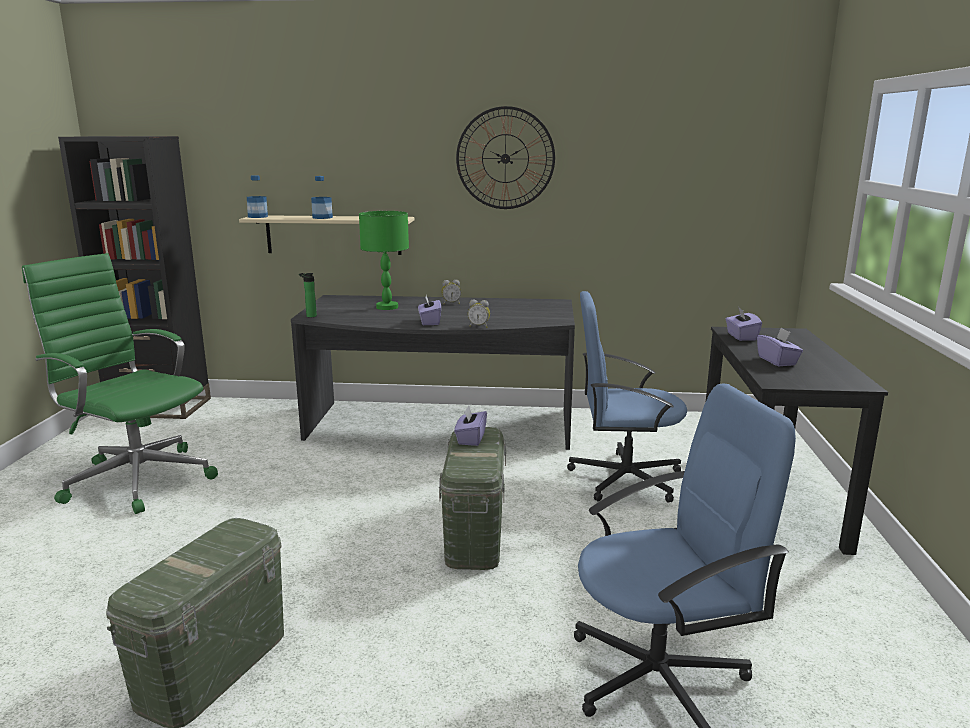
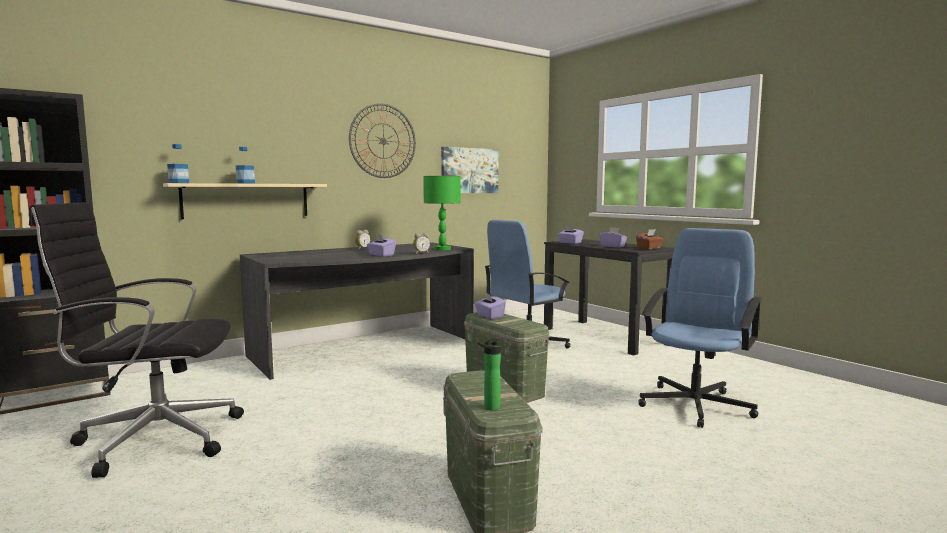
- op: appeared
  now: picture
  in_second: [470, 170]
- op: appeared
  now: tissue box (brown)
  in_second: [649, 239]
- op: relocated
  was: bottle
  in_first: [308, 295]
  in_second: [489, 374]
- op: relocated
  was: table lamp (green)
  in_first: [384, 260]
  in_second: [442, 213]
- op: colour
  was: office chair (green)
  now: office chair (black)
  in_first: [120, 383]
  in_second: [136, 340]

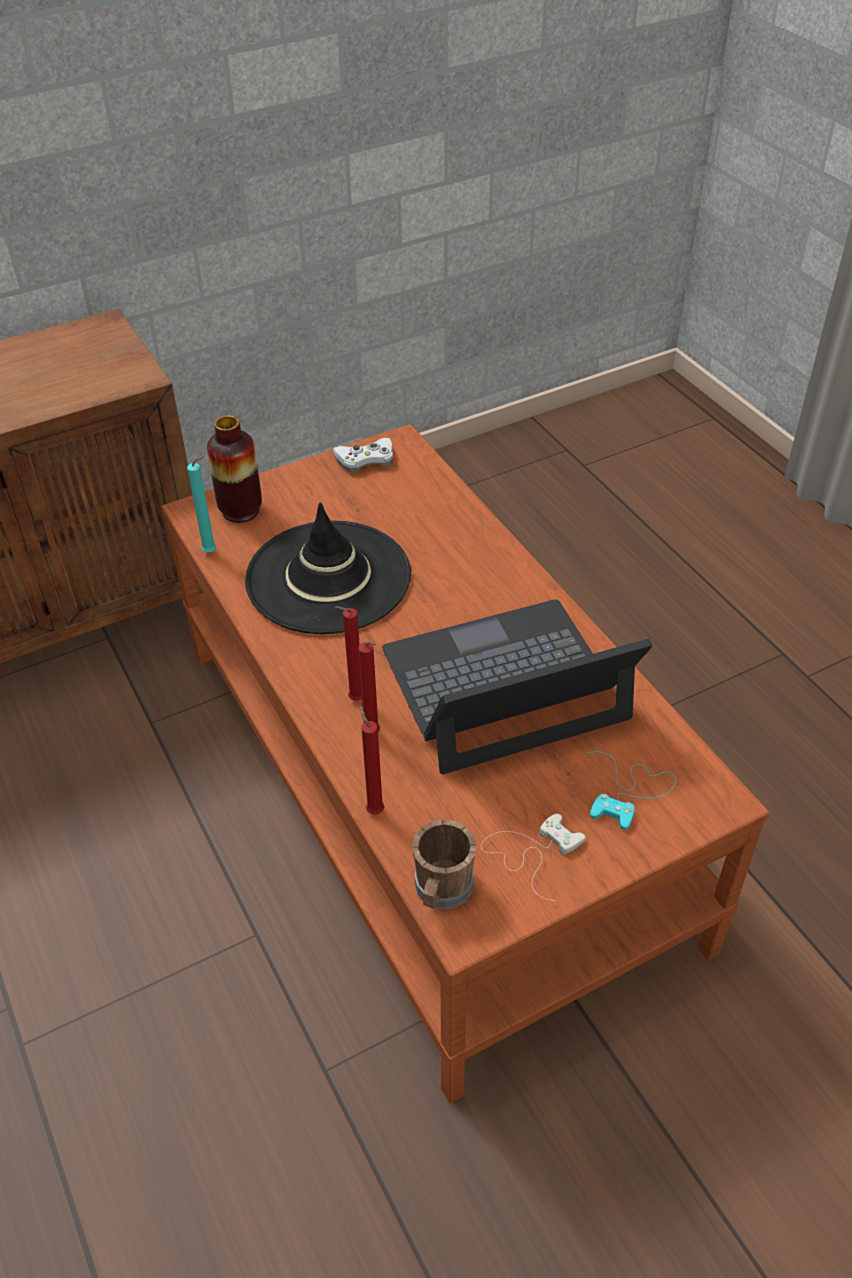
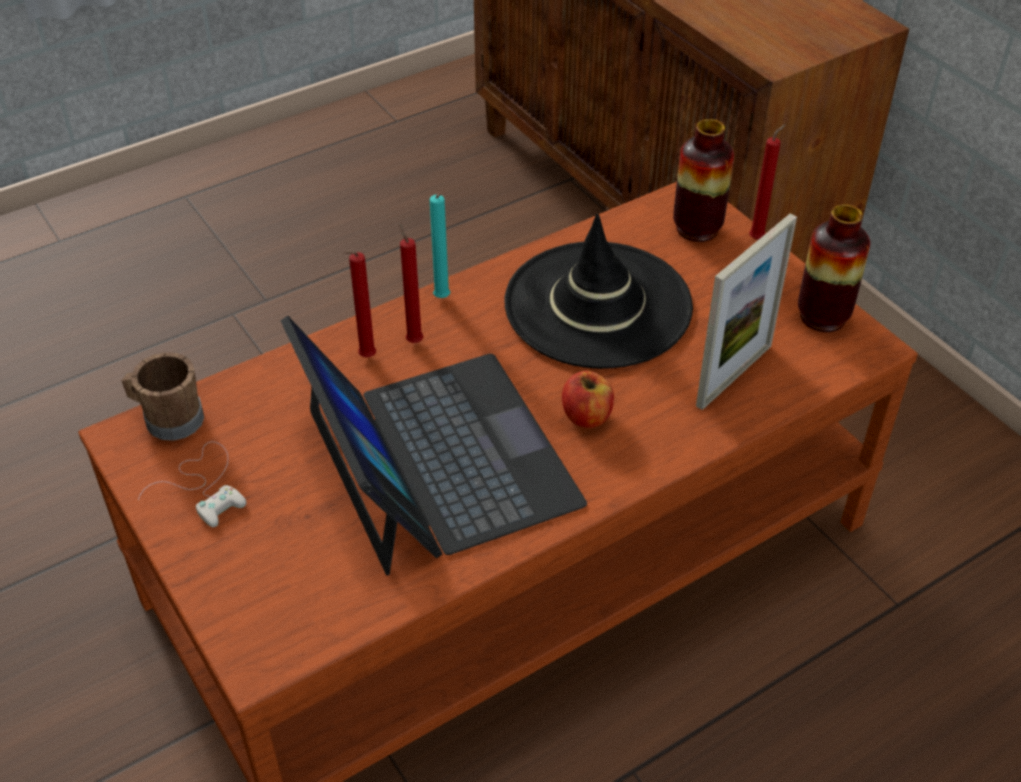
- op: missing
  was: game controller (turquoise)
  in_first: [632, 790]
- op: appeared
  now: apple
  in_second: [588, 399]
- op: appeared
  now: picture frame
  in_second: [746, 311]
- op: relocated
  was: candle (turquoise)
  in_first: [201, 504]
  in_second: [439, 246]
- op: relocated
  was: candle (red)
  in_first: [371, 760]
  in_second: [767, 182]
- op: exchanged
  was: game controller (white)
  now: vase
  in_first: [363, 455]
  in_second: [834, 268]

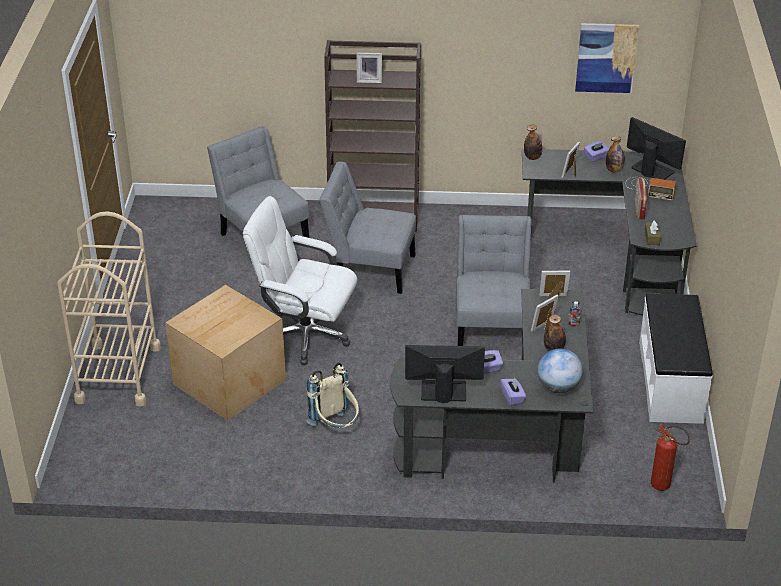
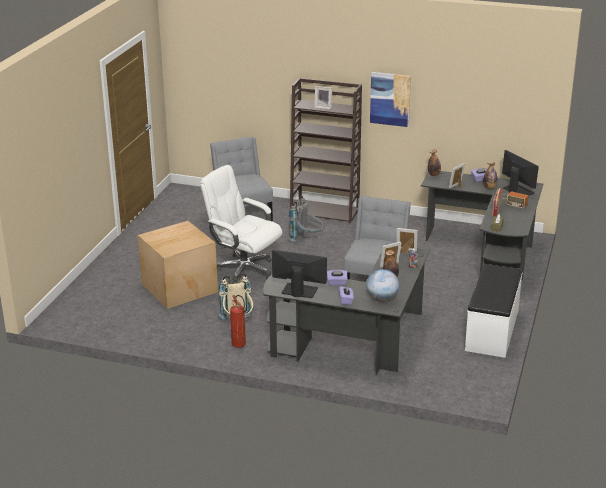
- op: missing
  was: cart (beige)
  in_first: [109, 308]
- op: relocated
  was: picture
  in_first: [607, 58]
  in_second: [390, 99]
- op: relocated
  was: fire extinguisher
  in_first: [670, 457]
  in_second: [238, 321]
- op: exchanged
  was: chair (grey)
  now: backpack (grey)
  in_first: [367, 228]
  in_second: [306, 219]

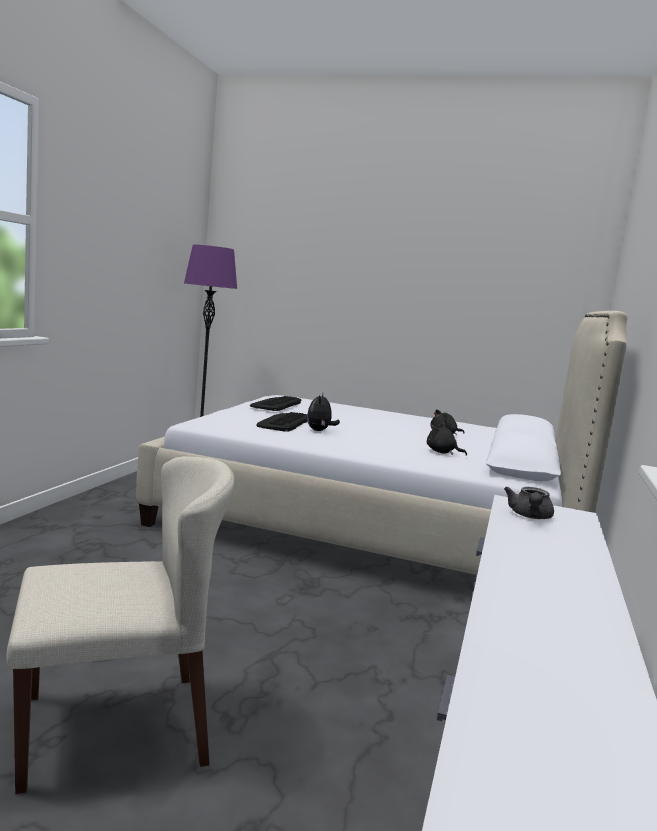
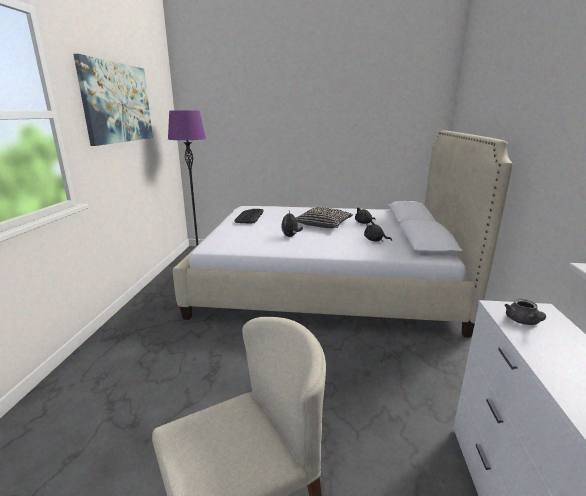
- op: missing
  was: keyboard
  in_first: [281, 422]
- op: appeared
  now: picture
  in_second: [113, 100]
- op: appeared
  now: pillow (black)
  in_second: [324, 217]

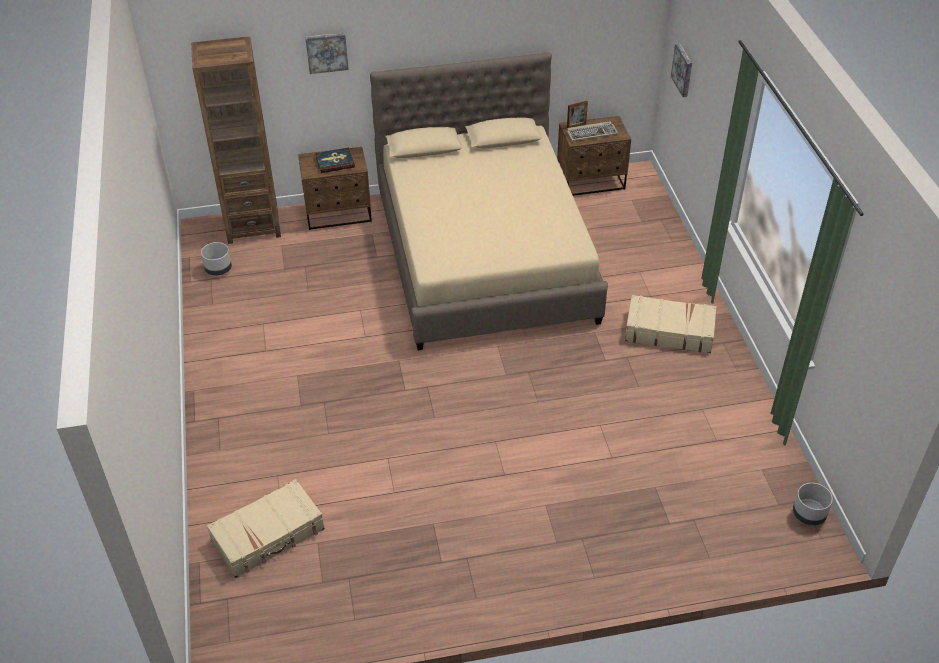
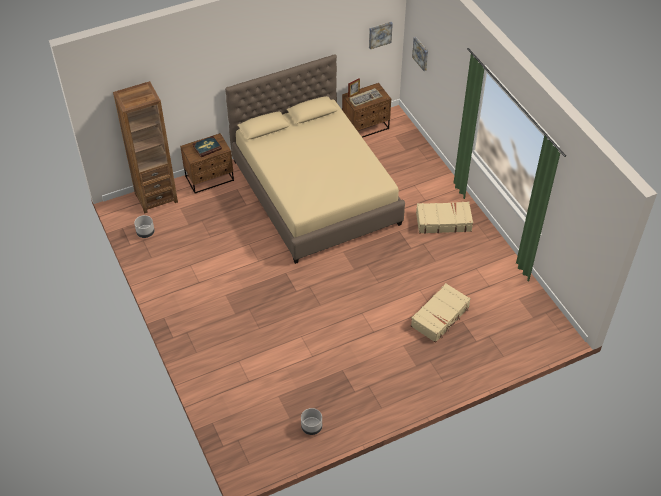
- op: relocated
  was: suitcase (beige)
  in_first: [266, 528]
  in_second: [441, 313]
- op: relocated
  was: picture
  in_first: [327, 53]
  in_second: [381, 35]
- op: relocated
  was: planter (grey)
  in_first: [813, 504]
  in_second: [311, 421]

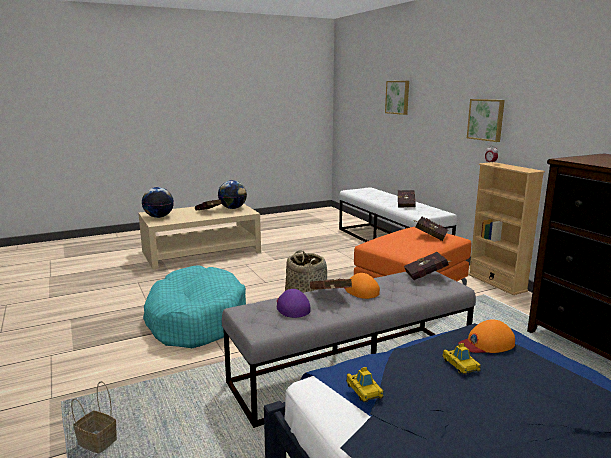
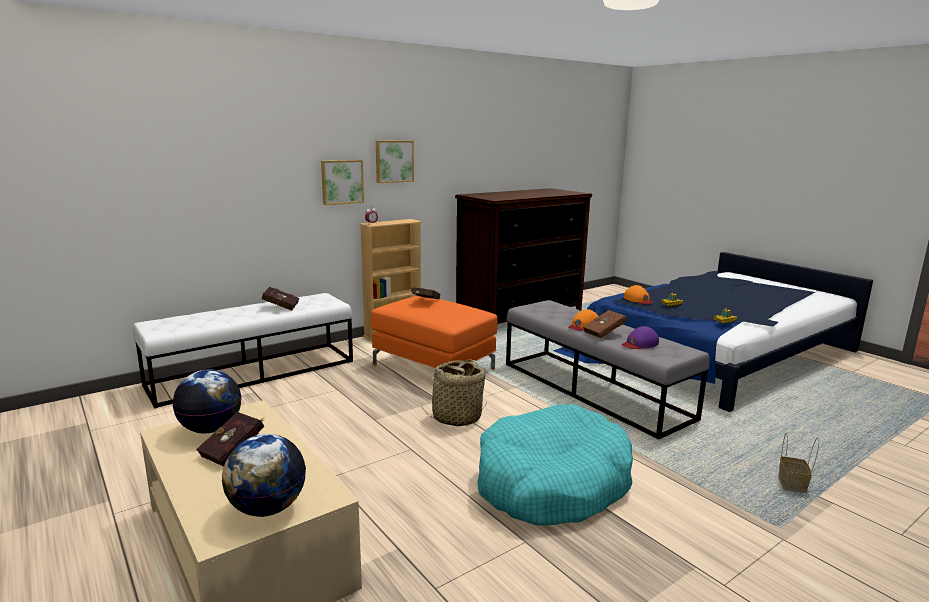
- op: missing
  was: book (red)
  in_first: [428, 266]
- op: relocated
  was: picture
  in_first: [397, 98]
  in_second: [395, 162]

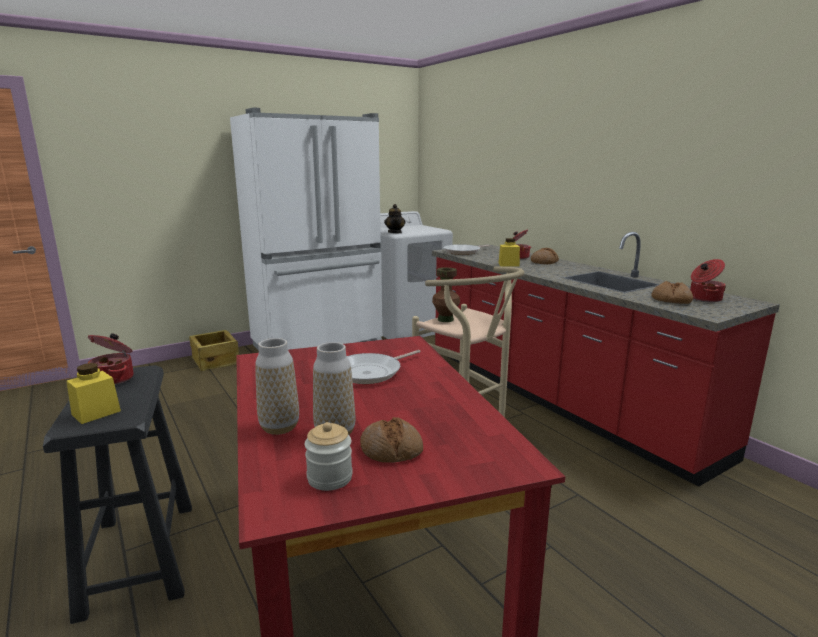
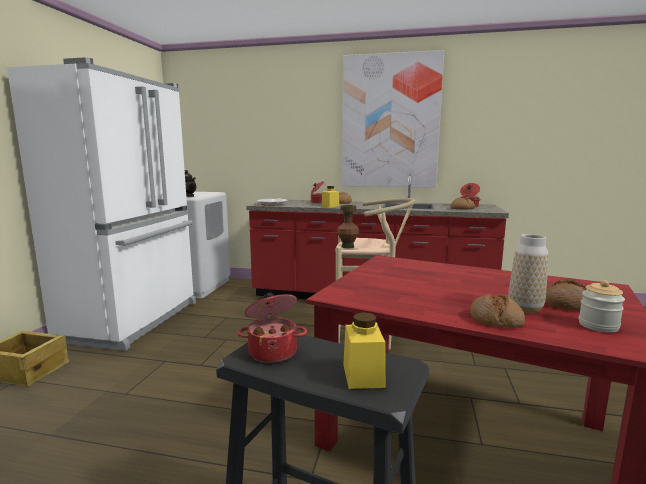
- op: missing
  was: frying pan
  in_first: [384, 367]
- op: appeared
  now: picture
  in_second: [393, 119]
- op: exchanged
  was: vase
  now: bread
  in_first: [277, 386]
  in_second: [497, 311]

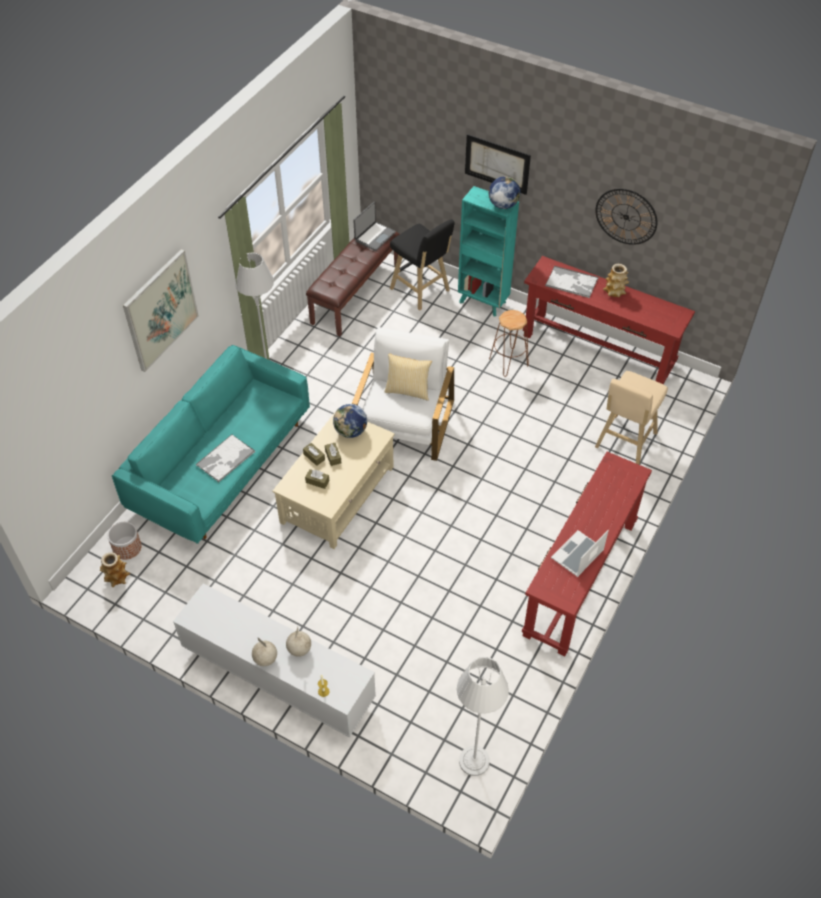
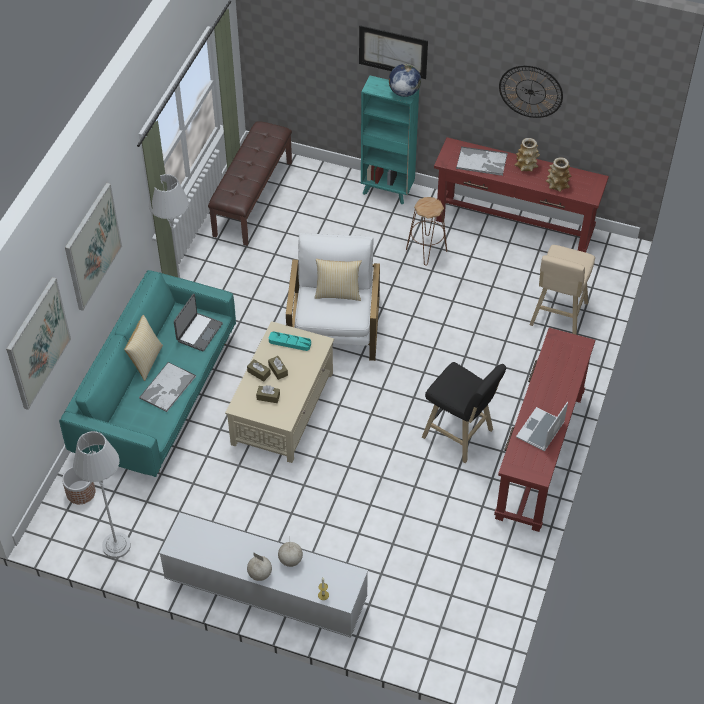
- op: appeared
  now: picture
  in_second: [38, 343]
- op: appeared
  now: pillow
  in_second: [143, 348]
- op: relocated
  was: vase
  in_first: [115, 569]
  in_second: [558, 174]
- op: relocated
  was: laptop
  in_first: [374, 226]
  in_second: [198, 322]
- op: relocated
  was: stool (black)
  in_first: [422, 265]
  in_second: [464, 412]
- op: relocated
  was: floor lamp (grey)
  in_first: [483, 716]
  in_second: [102, 494]
- op: exchanged
  was: globe
  now: tray (turquoise)
  in_first: [350, 421]
  in_second: [290, 341]

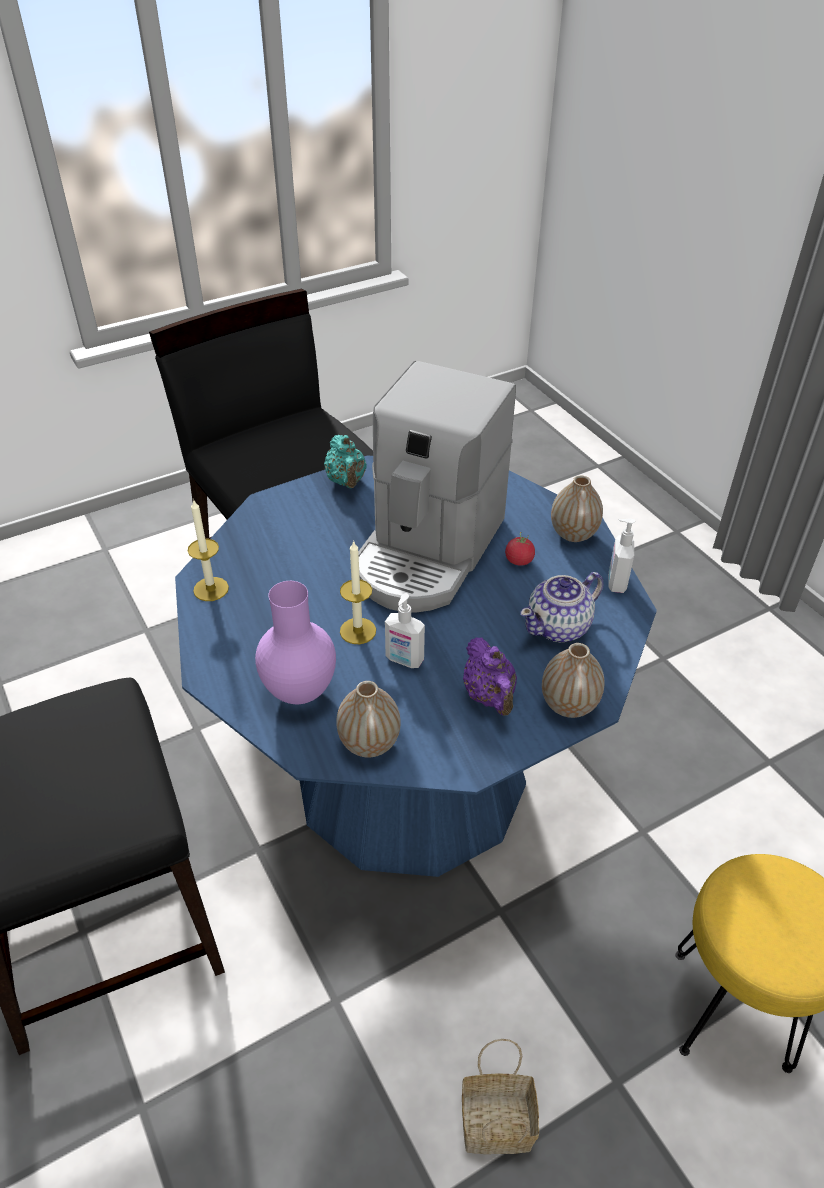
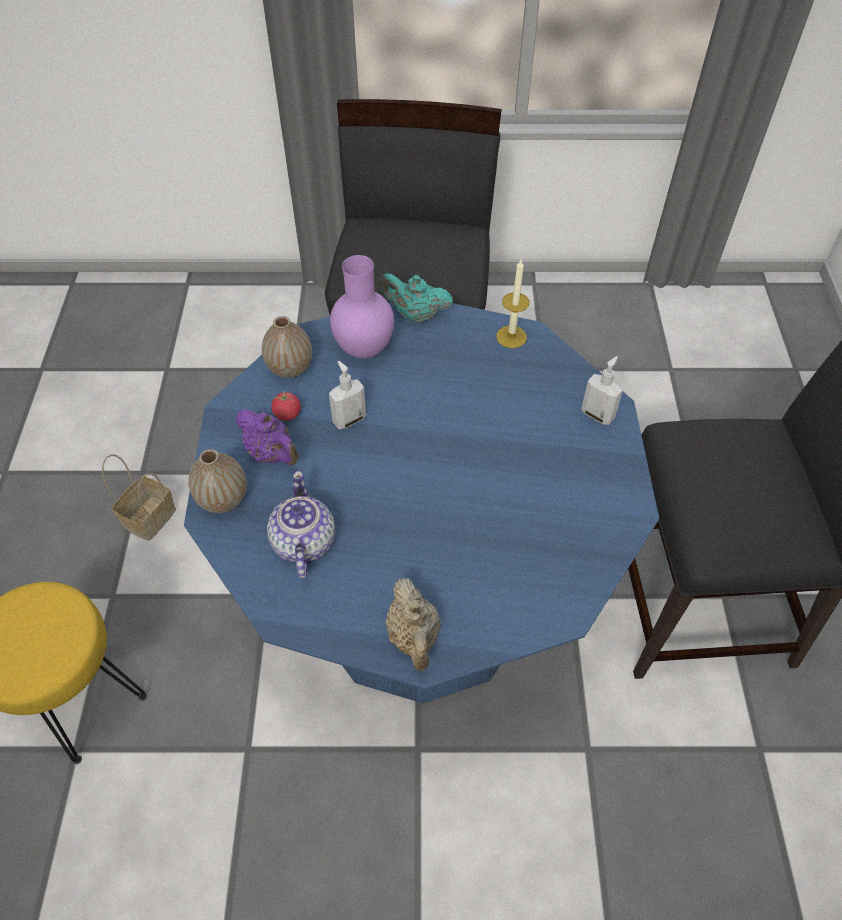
- op: missing
  was: candle
  in_first: [358, 592]
- op: missing
  was: coffee machine
  in_first: [437, 487]
- op: relocated
  was: teapot (turquoise)
  in_first: [345, 462]
  in_second: [416, 298]
- op: relocated
  was: tomato
  in_first: [520, 549]
  in_second: [286, 405]
- op: relocated
  was: soap dispenser
  in_first: [621, 556]
  in_second: [602, 390]
- op: exchanged
  was: vase
  now: teapot (beige)
  in_first: [577, 509]
  in_second: [413, 624]
- op: spun
  was: teapot (purple)
  in_first: [490, 676]
  in_second: [267, 437]
  clockwise: -150

